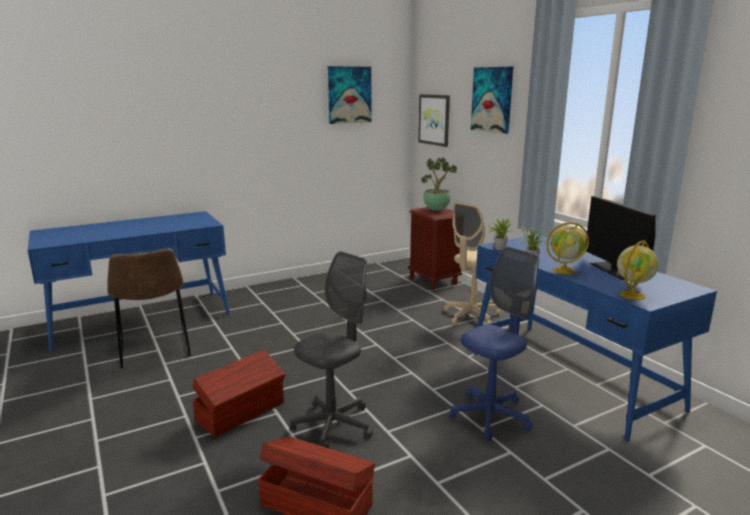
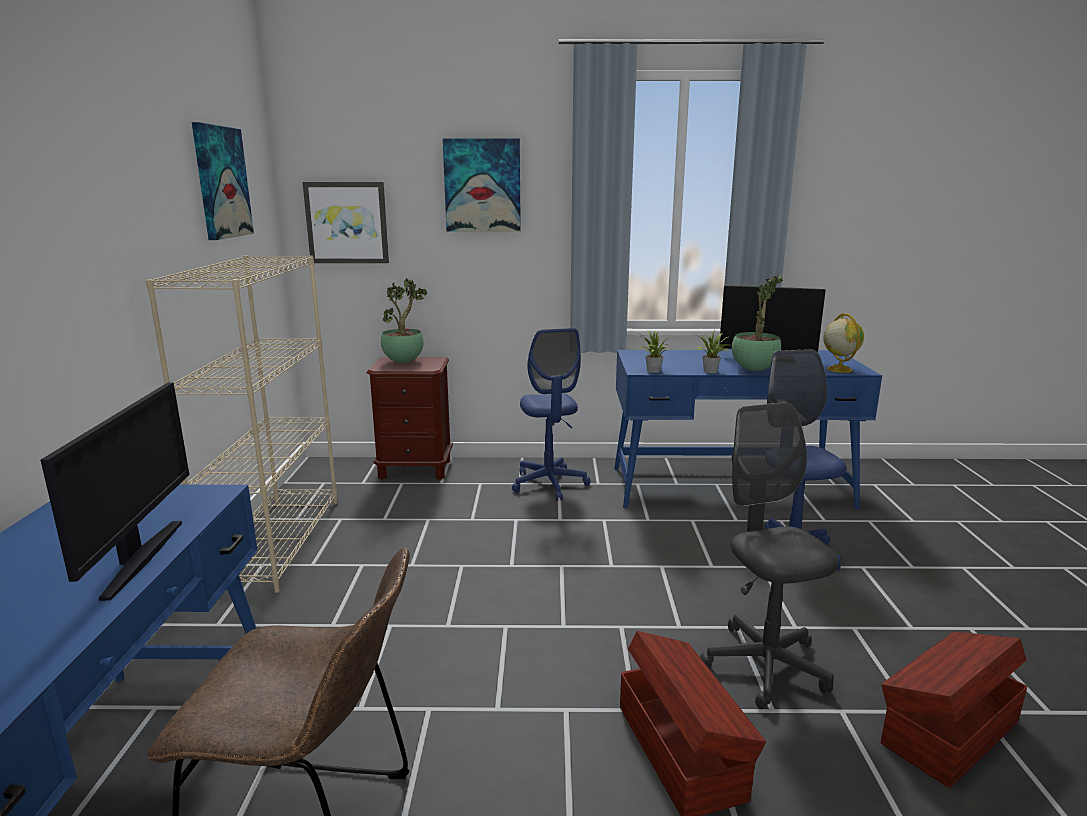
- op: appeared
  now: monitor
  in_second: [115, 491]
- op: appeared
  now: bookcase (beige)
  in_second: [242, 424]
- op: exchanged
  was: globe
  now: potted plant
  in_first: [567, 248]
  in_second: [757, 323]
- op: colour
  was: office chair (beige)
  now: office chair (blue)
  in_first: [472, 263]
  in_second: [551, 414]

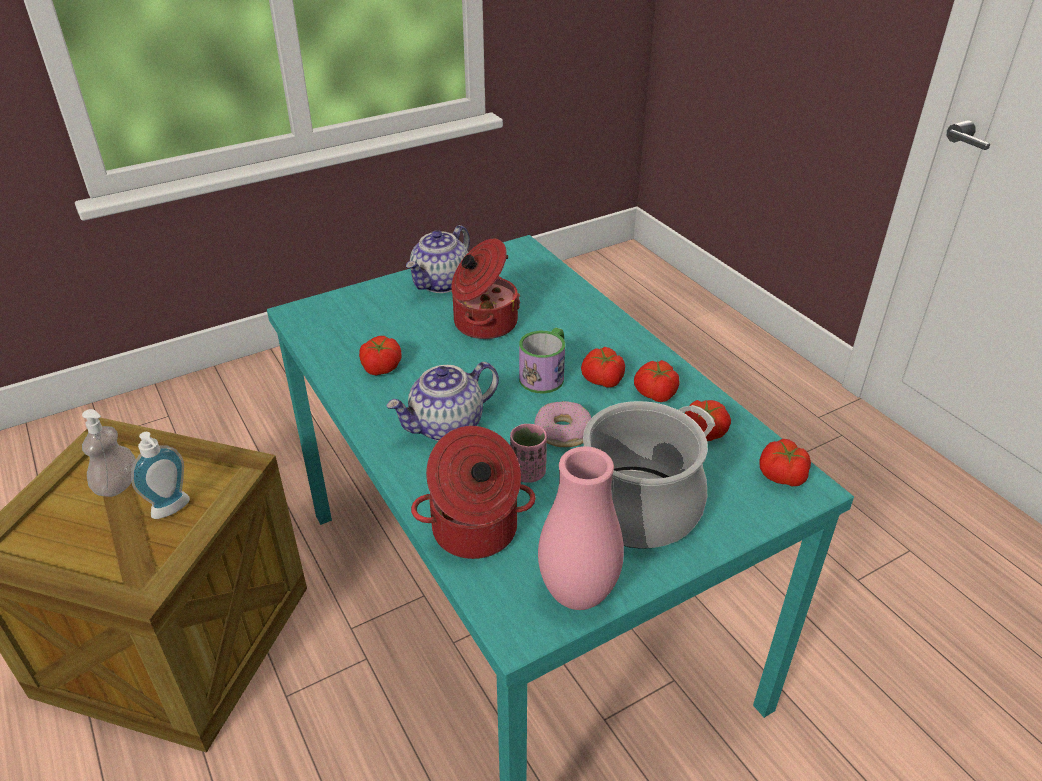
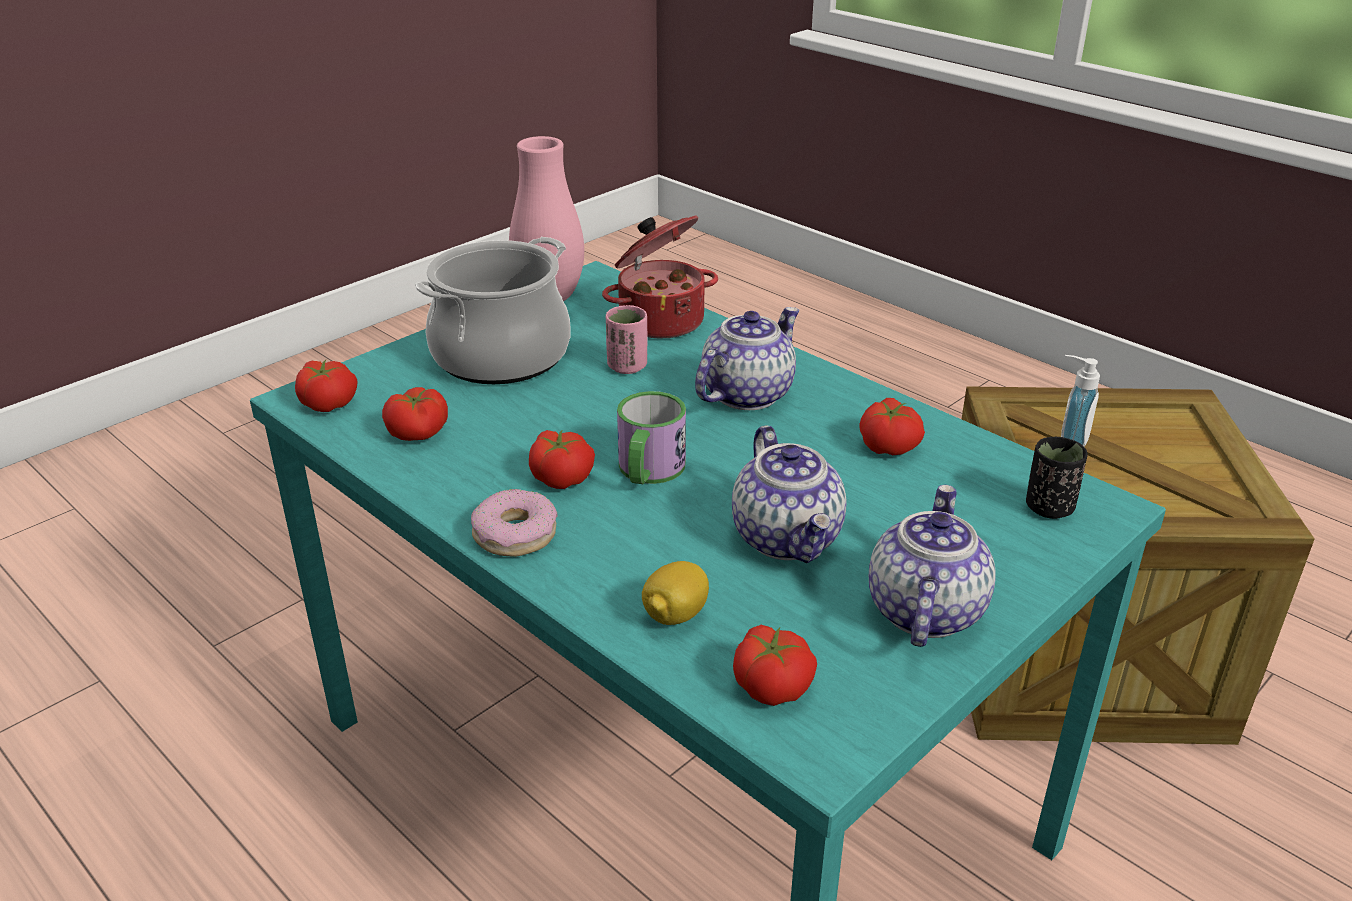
- op: missing
  was: soap dispenser
  in_first: [109, 453]
- op: appeared
  now: lemon
  in_second: [675, 593]
- op: appeared
  now: cup (black)
  in_second: [1057, 478]
- op: relocated
  was: donut
  in_first: [562, 424]
  in_second: [514, 523]
- op: relocated
  was: tomato
  in_first: [656, 381]
  in_second: [775, 665]
- op: exchanged
  was: cooking pot
  now: teapot
  in_first: [485, 289]
  in_second: [789, 494]

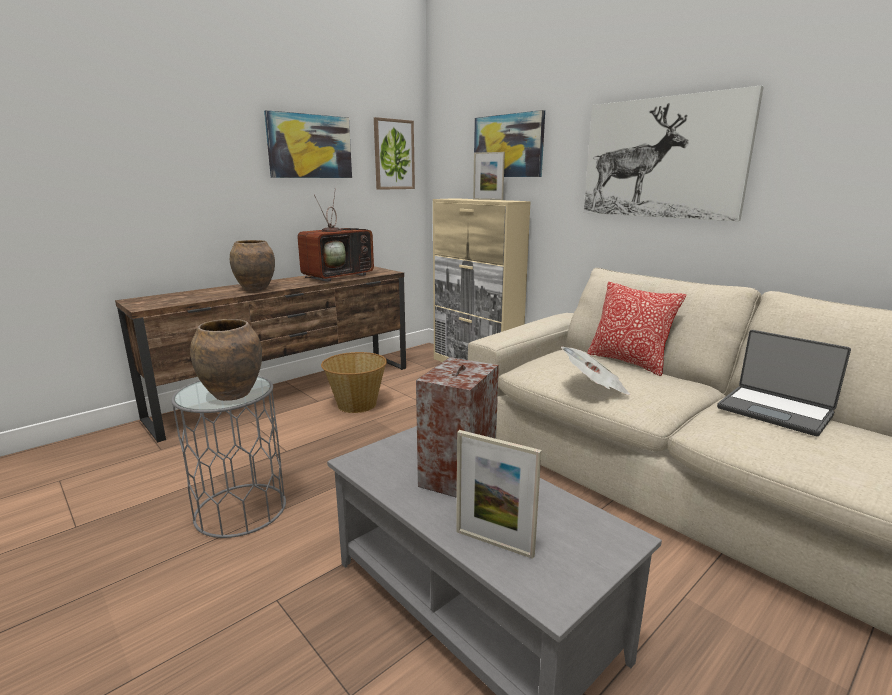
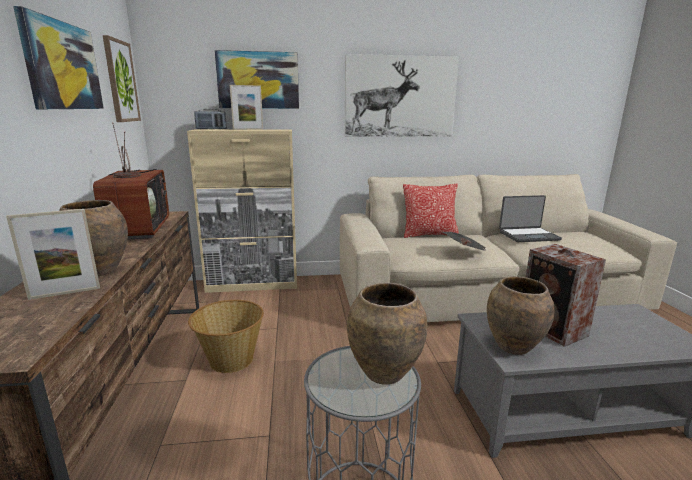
- op: appeared
  now: radio
  in_second: [210, 119]
- op: appeared
  now: vase (brown)
  in_second: [521, 315]
- op: relocated
  was: picture frame
  in_first: [499, 494]
  in_second: [53, 254]

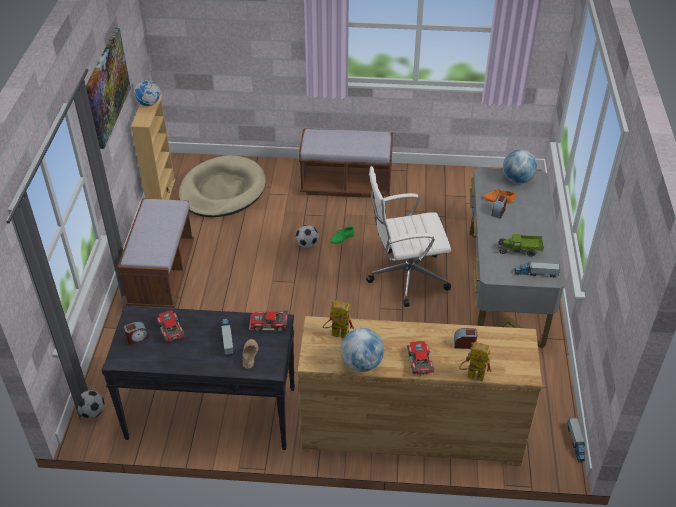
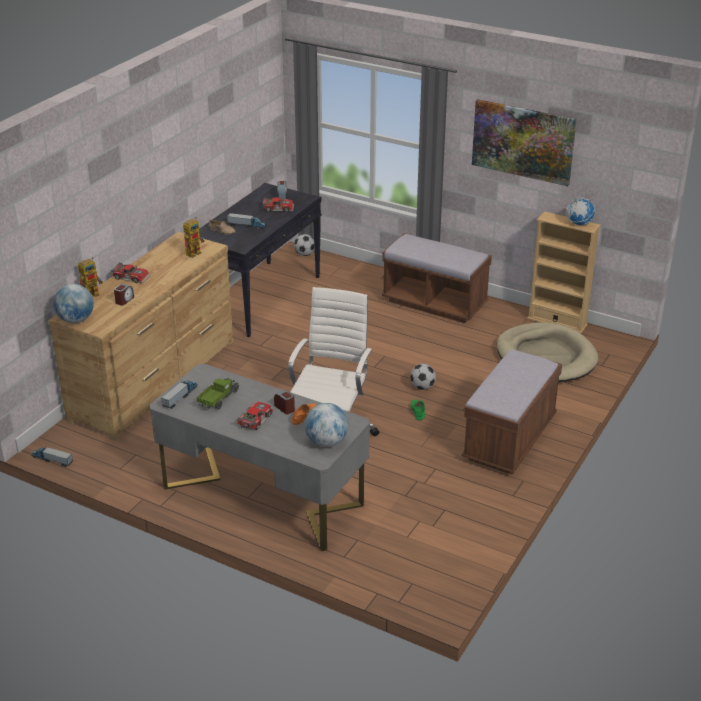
- op: relocated
  was: toy car
  in_first: [268, 320]
  in_second: [255, 416]
- op: relocated
  was: globe
  in_first: [362, 350]
  in_second: [73, 303]

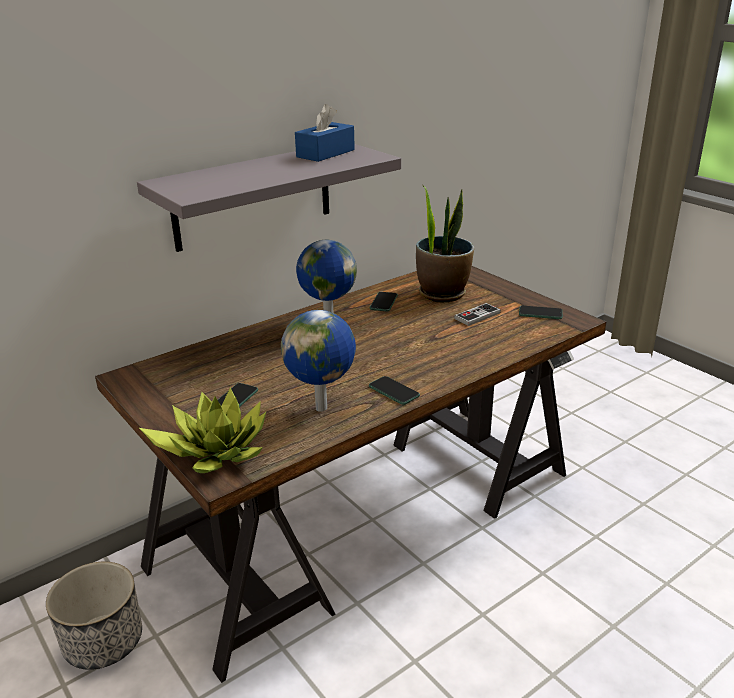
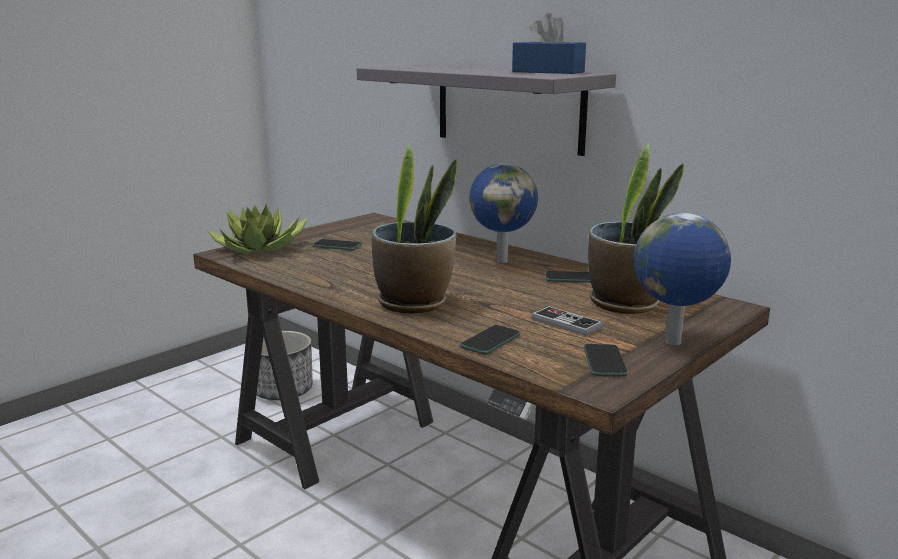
- op: appeared
  now: potted plant
  in_second: [414, 228]
- op: relocated
  was: globe
  in_first: [318, 361]
  in_second: [682, 279]
- op: relocated
  was: phone
  in_first: [394, 390]
  in_second: [490, 340]

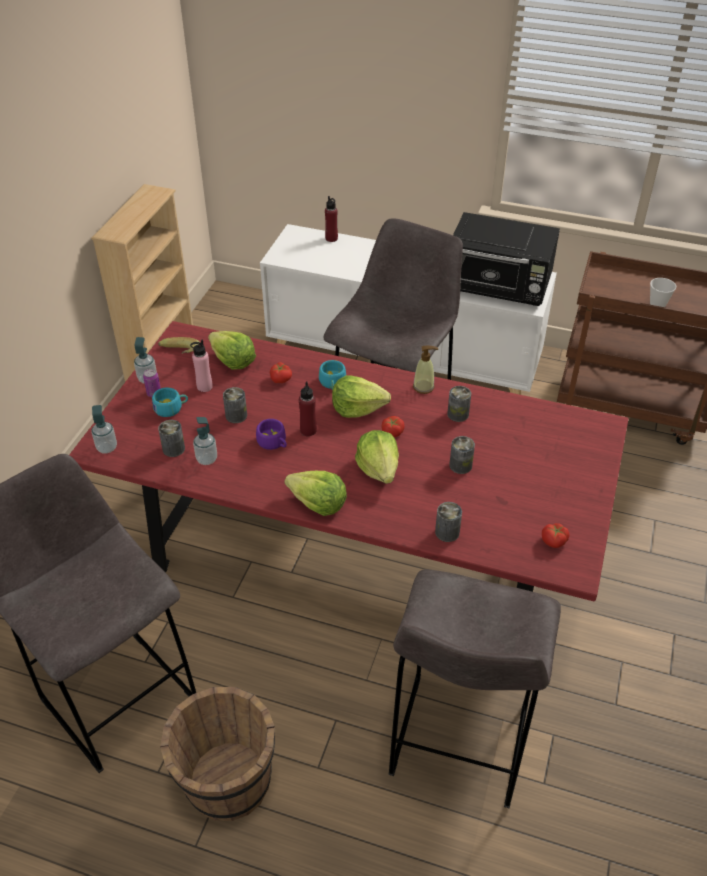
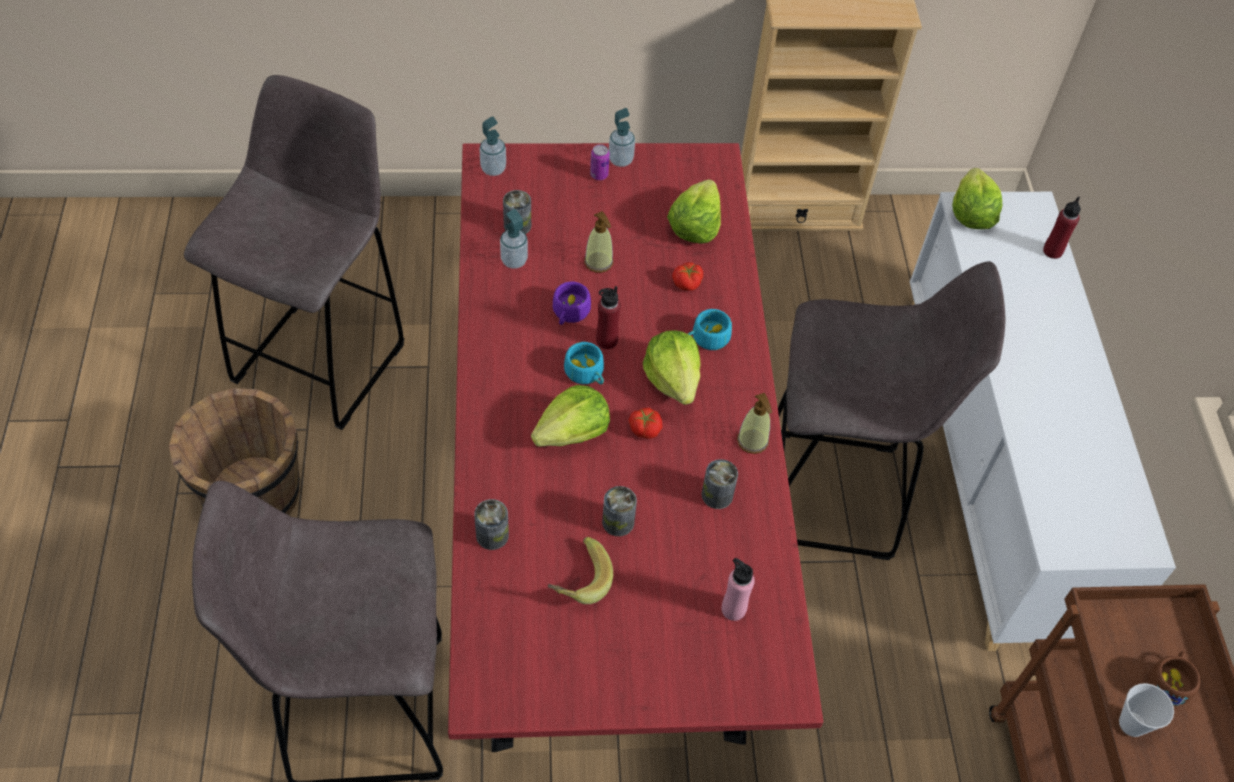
- op: missing
  was: microwave (black)
  in_first: [506, 259]
- op: missing
  was: tomato
  in_first: [556, 535]
- op: appeared
  now: cup (brown)
  in_second: [1174, 678]
- op: relocated
  was: cup (turquoise)
  in_first: [170, 402]
  in_second: [584, 363]
- op: relocated
  was: banana
  in_first: [178, 345]
  in_second: [580, 570]
- op: relocated
  was: bottle (pink)
  in_first: [201, 366]
  in_second: [738, 589]
- op: relocated
  was: lettuce
  in_first: [316, 493]
  in_second: [977, 198]
- op: exchanged
  was: can
  now: soap dispenser
  in_first: [235, 405]
  in_second: [598, 242]

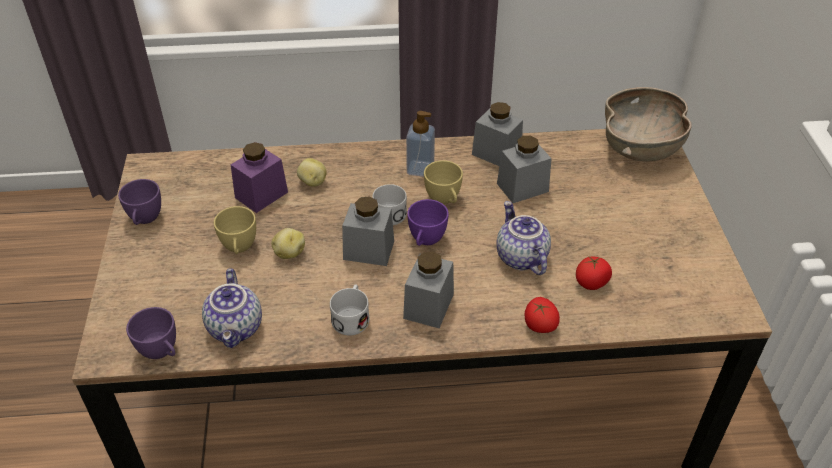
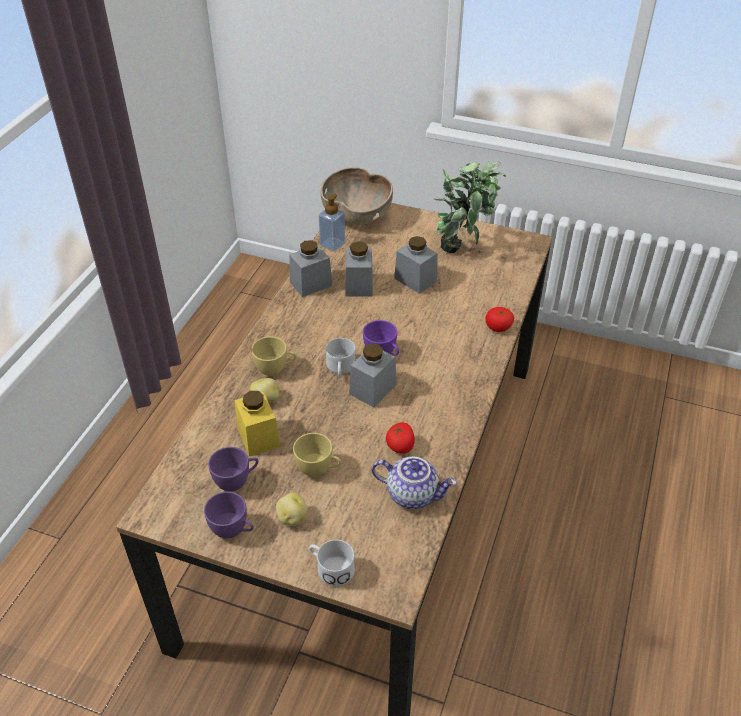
- op: missing
  was: teapot
  in_first: [523, 238]
- op: appeared
  now: potted plant
  in_second: [470, 207]
- op: relocated
  was: cup (purple)
  in_first: [151, 333]
  in_second: [233, 469]
- op: relocated
  was: potato
  in_first: [288, 243]
  in_second: [292, 509]
- op: relocated
  was: mug (white)
  in_first: [350, 310]
  in_second: [332, 563]
- op: relocated
  was: jar (grey)
  in_first: [428, 289]
  in_second: [415, 265]
- op: relocated
  was: soap dispenser
  in_first: [420, 144]
  in_second: [332, 223]
- op: relocated
  was: cup (yellow)
  in_first: [443, 182]
  in_second: [273, 356]
- op: relocated
  was: tomato
  in_first: [594, 273]
  in_second: [400, 438]
- op: colour
  was: jar (purple)
  now: jar (yellow)
  in_first: [259, 177]
  in_second: [257, 424]

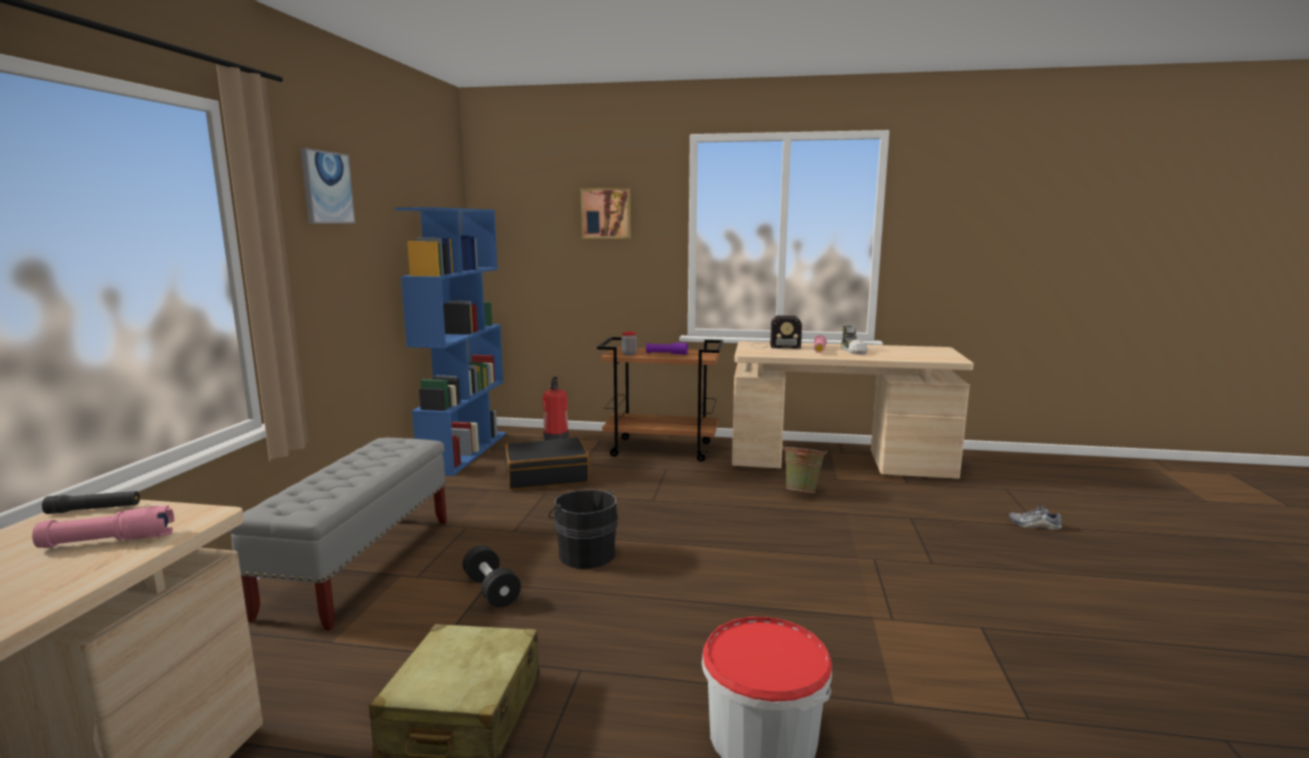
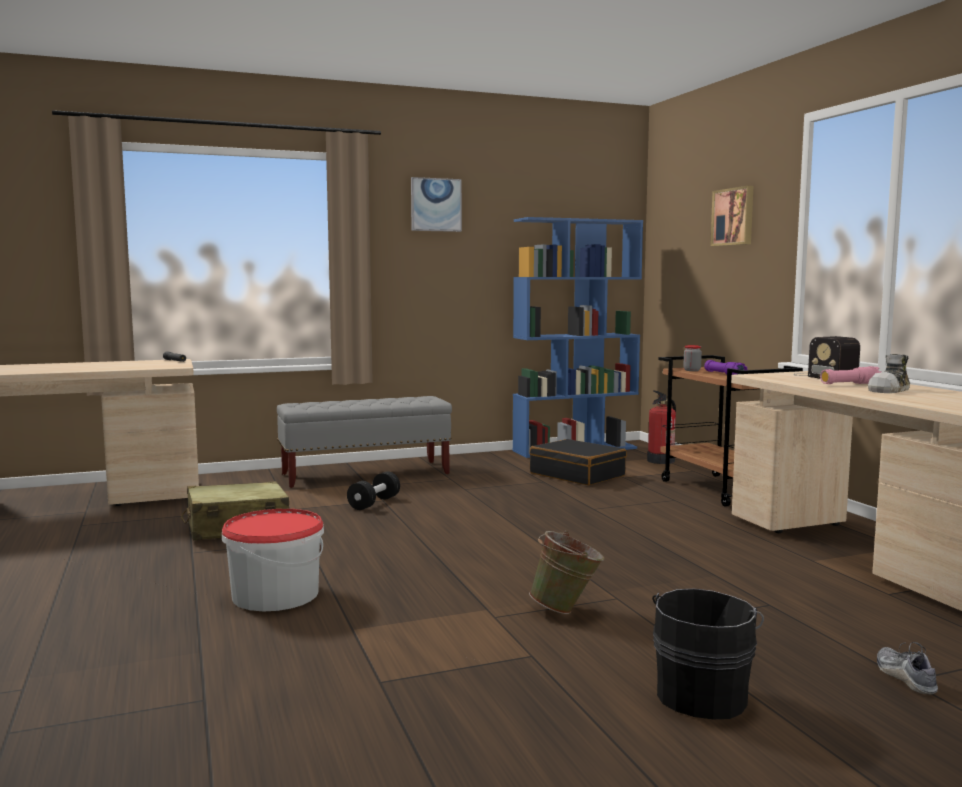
- op: missing
  was: flashlight (pink)
  in_first: [103, 527]
- op: relocated
  was: bucket (black)
  in_first: [583, 529]
  in_second: [708, 654]
- op: relocated
  was: bucket (green)
  in_first: [804, 469]
  in_second: [567, 572]

